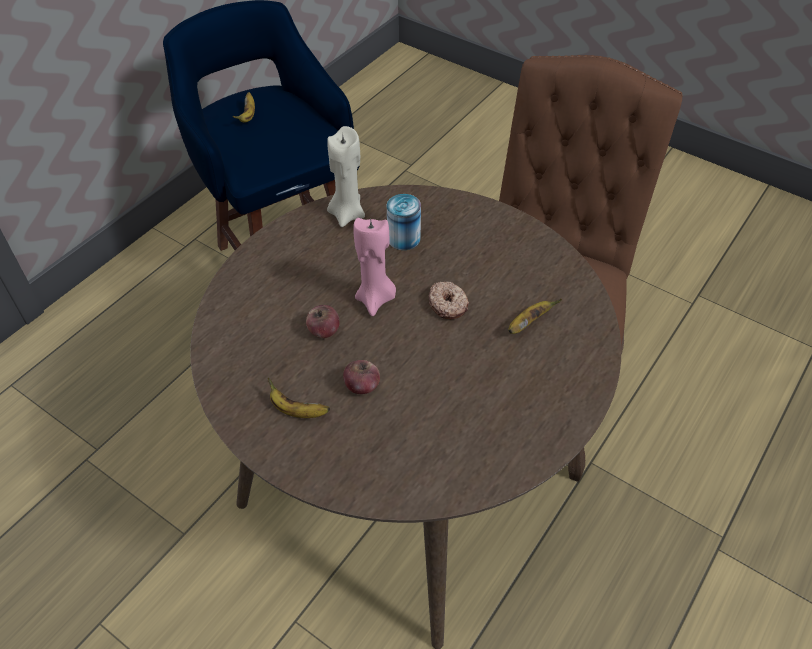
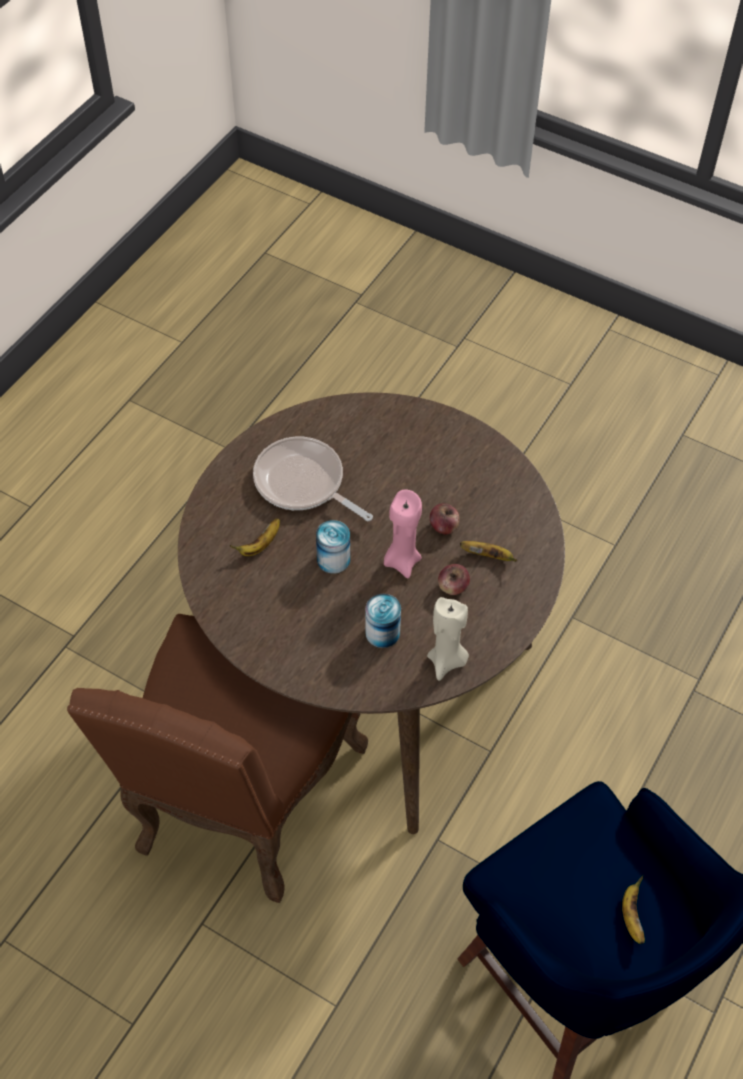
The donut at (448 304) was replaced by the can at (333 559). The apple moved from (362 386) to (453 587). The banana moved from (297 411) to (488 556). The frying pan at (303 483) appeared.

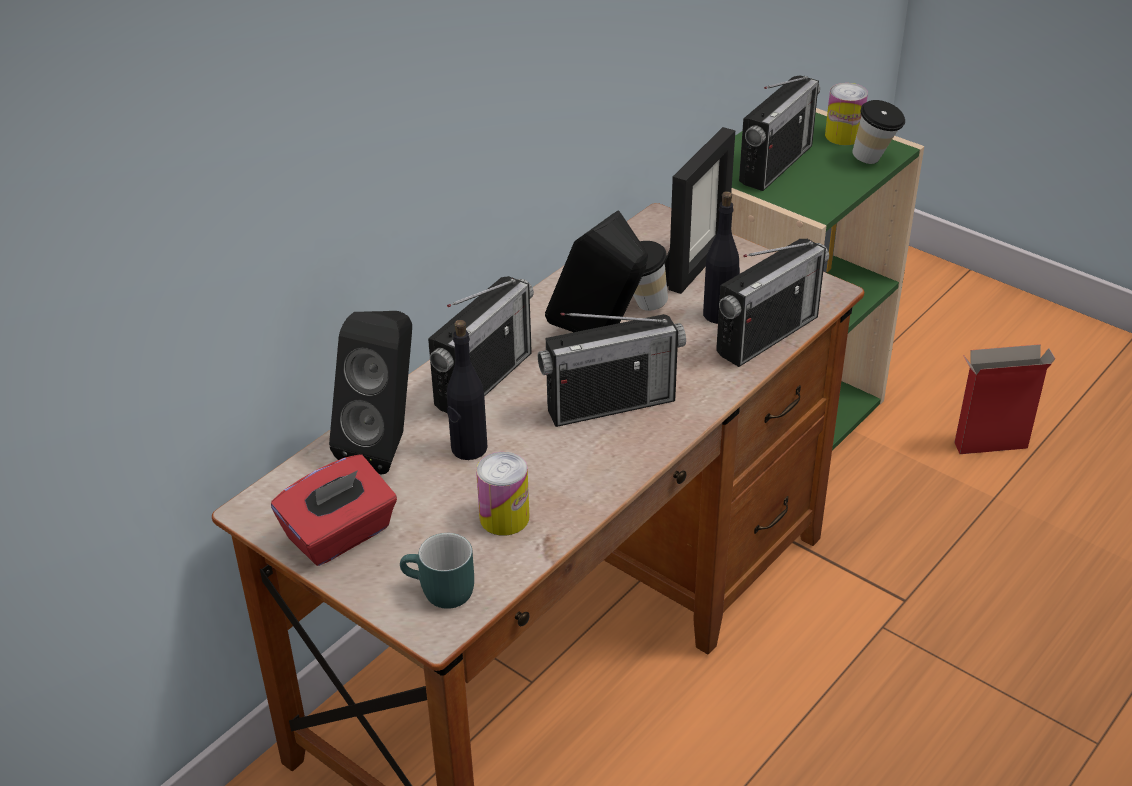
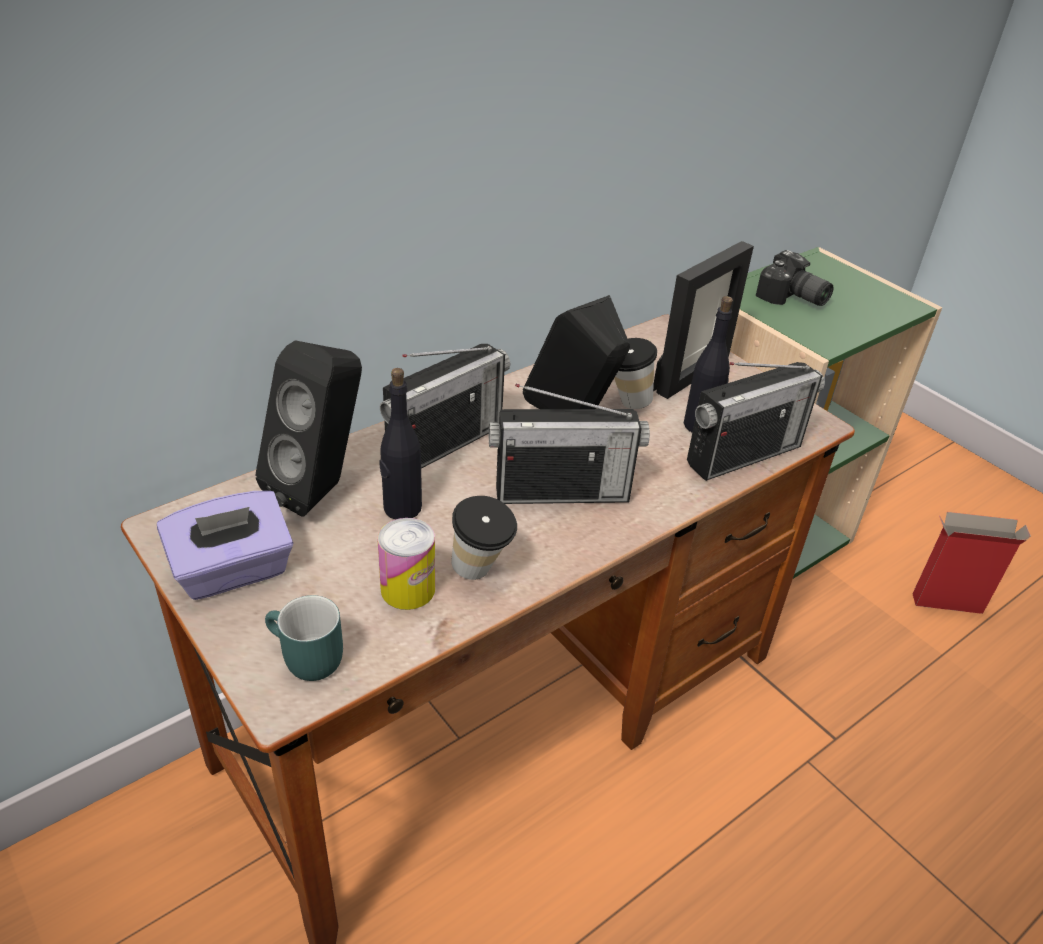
The radio at (776 164) was replaced by the photo camera at (792 299). The can at (843 136) disappeared. The cup moved from (875 160) to (481 573). The tissue box (red) at (340 535) became the tissue box (purple) at (233 571).

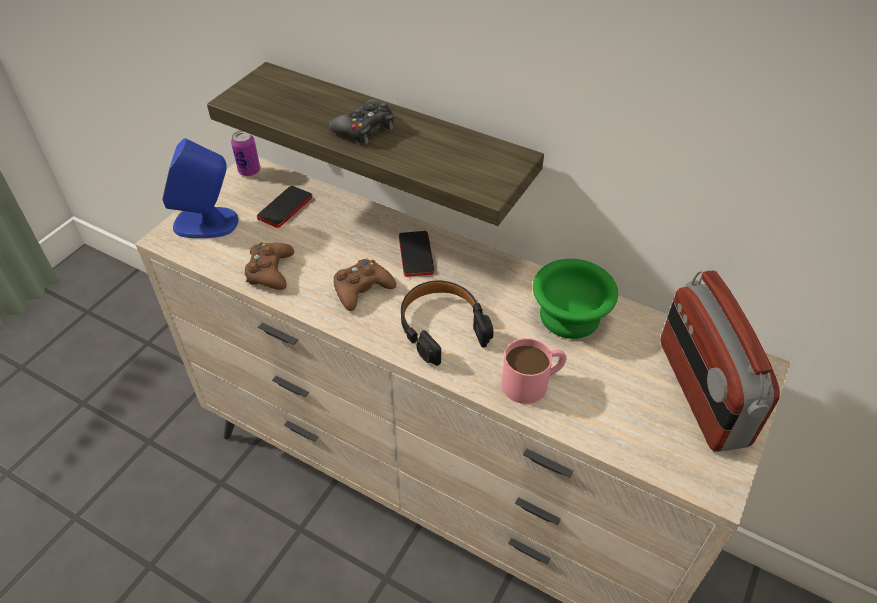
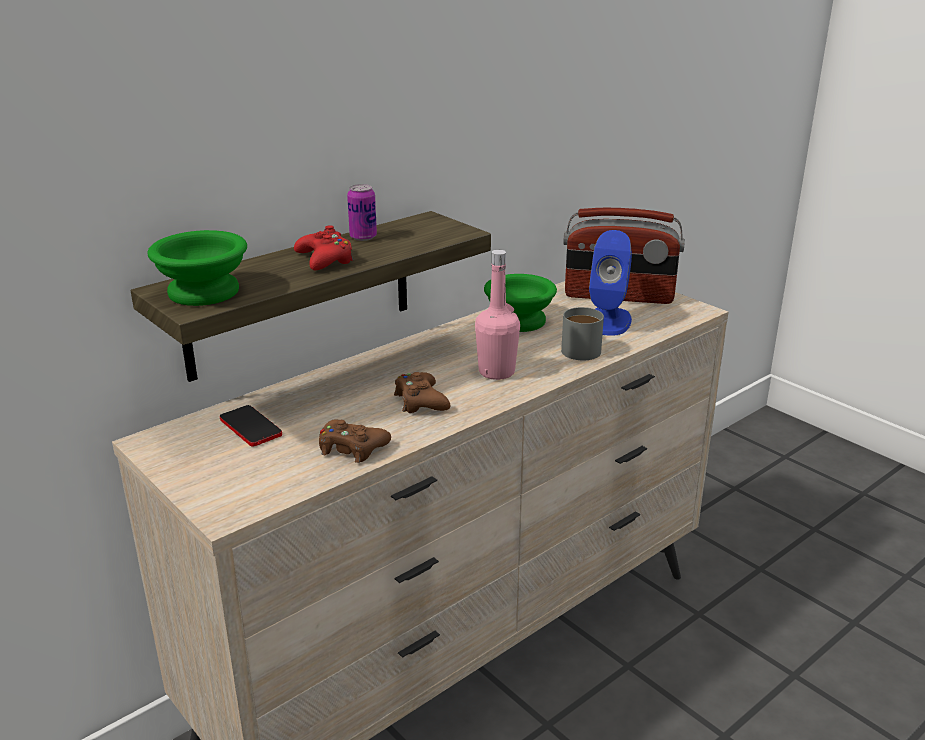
The game controller (black) at (365 128) became the game controller (red) at (325 260). The can moved from (249 171) to (363 237). The speaker (blue) moved from (207 223) to (608 321). The phone at (416 254) disappeared. The headphones (black) at (442 327) was replaced by the bottle (pink) at (496 372). The mug (pink) at (533 382) became the mug (grey) at (580 347). The bowl (green) at (201 293) appeared.

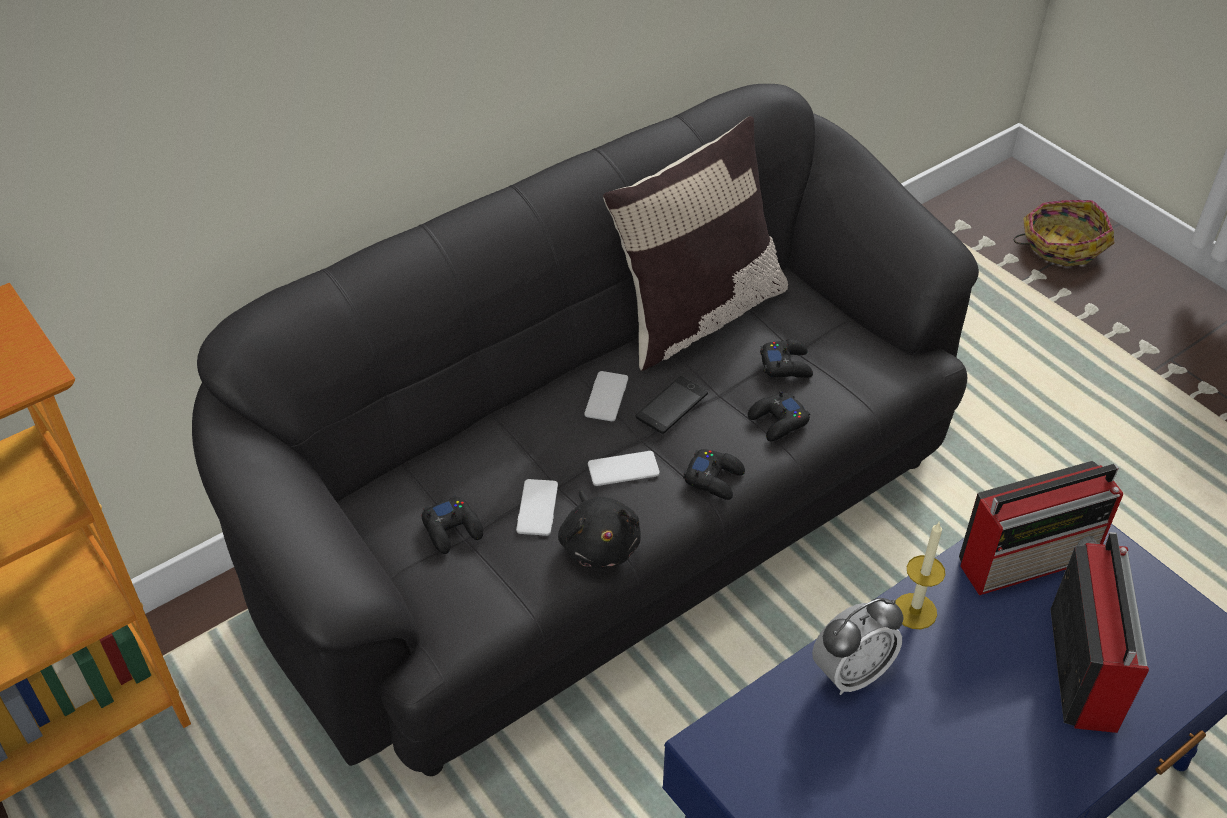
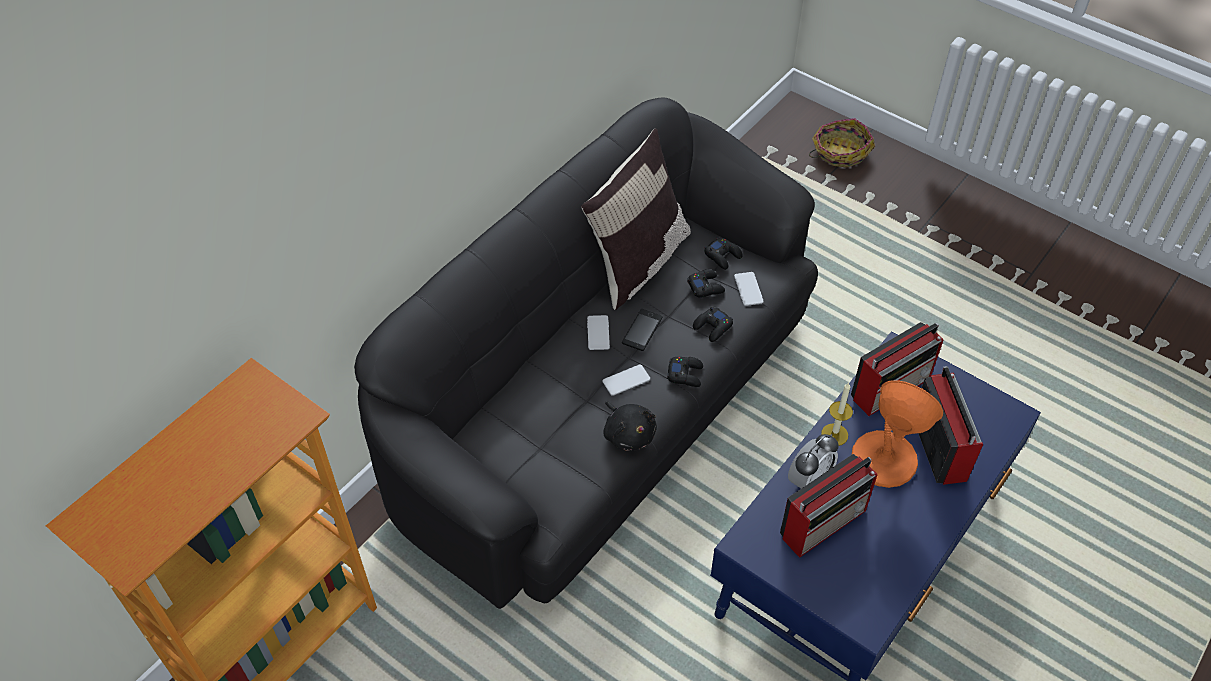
The phone moved from (537 508) to (748 289). The game controller (black) moved from (452 529) to (723 256). The table lamp (orange) at (883 459) appeared. The radio at (824 522) appeared.

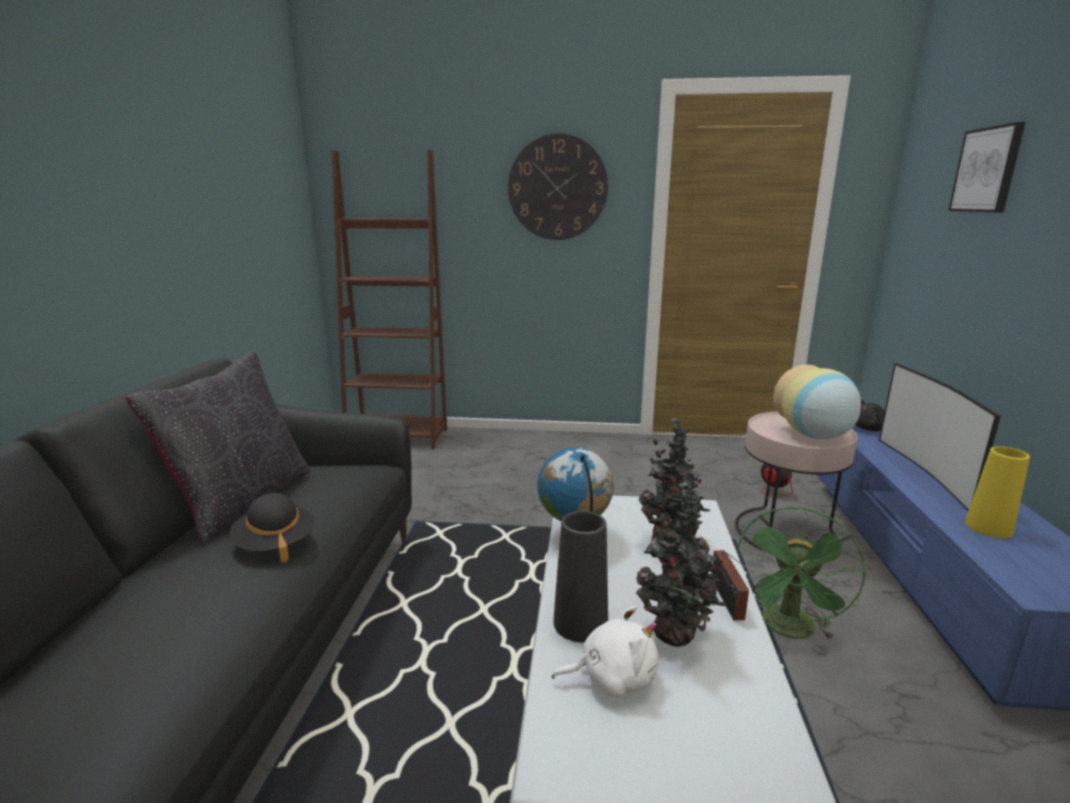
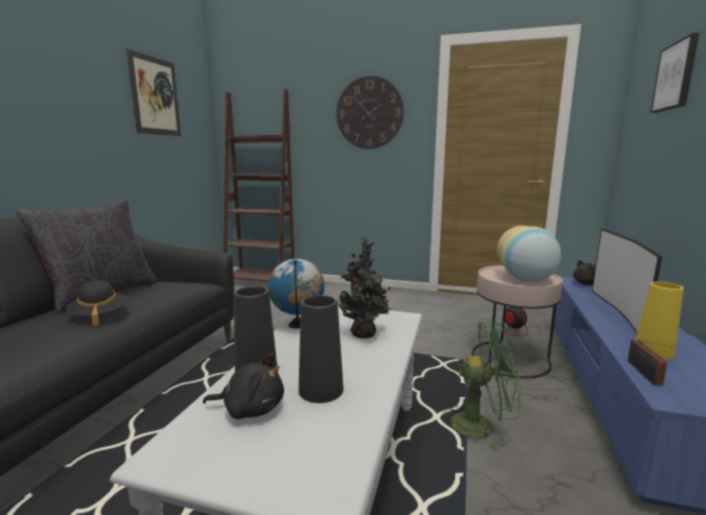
The potted plant at (677 637) was replaced by the vase (black) at (321 390). The fan (green) at (789 631) turned 120 degrees counterclockwise. The radio moved from (727 601) to (644 374). The plush toy (white) at (612 677) became the plush toy (black) at (250 408). The picture at (155 96) appeared.

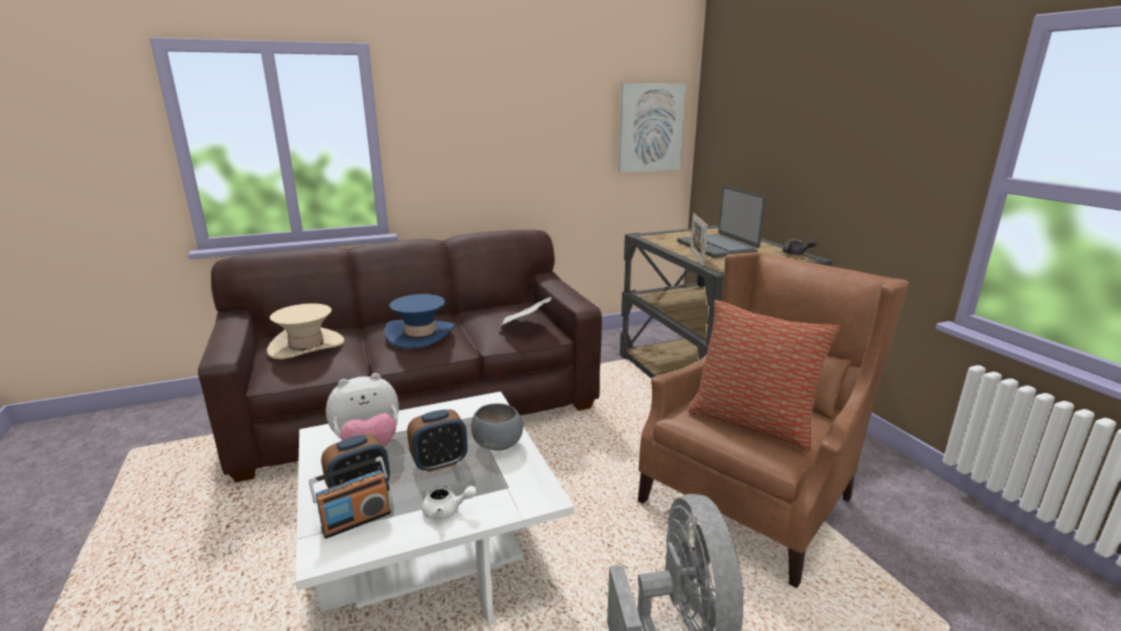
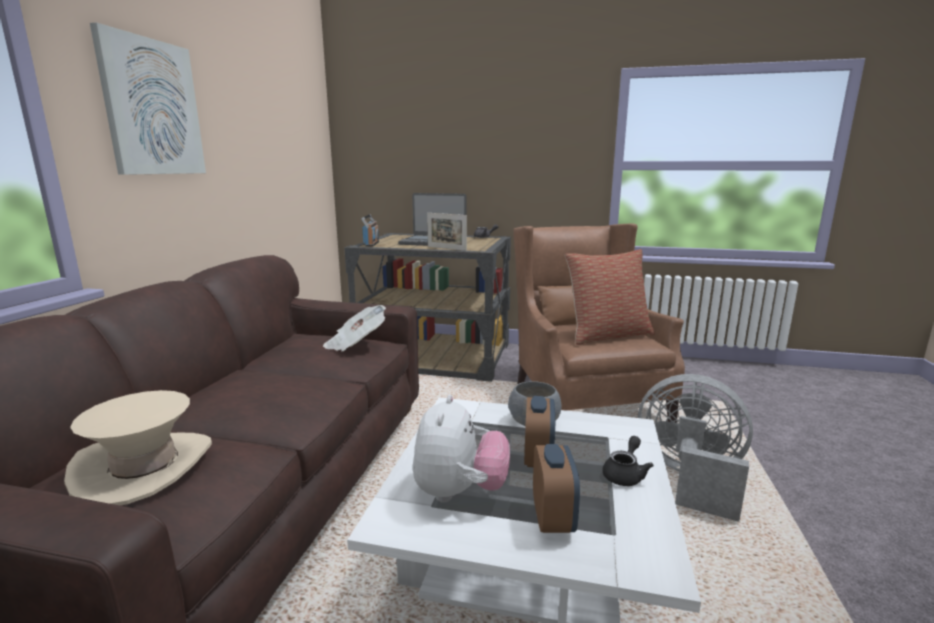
The picture moved from (650 128) to (152 108). The hat (blue) at (420 334) disappeared. The radio moved from (356 520) to (371 244). The teapot (white) at (447 511) became the teapot (black) at (625 474).

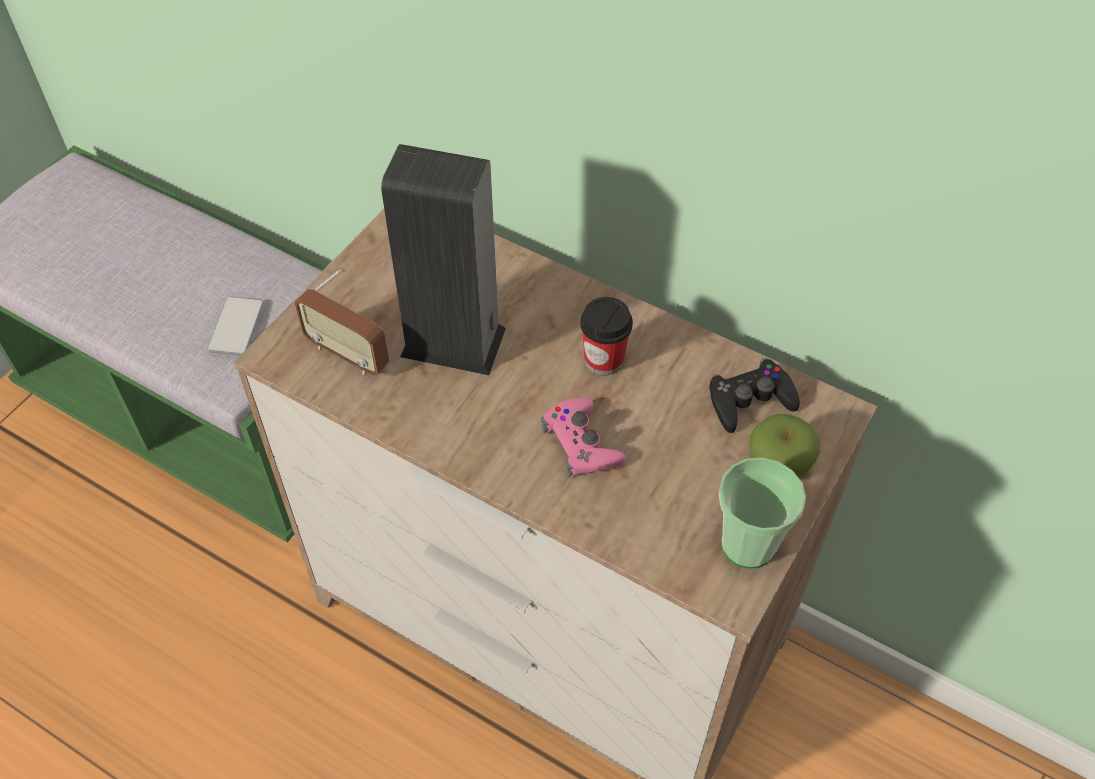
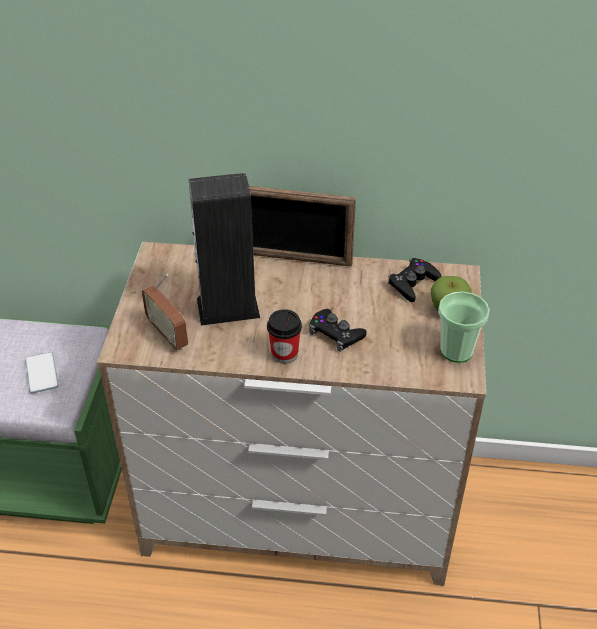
The radio at (348 355) turned 45 degrees clockwise. The cup moved from (604 360) to (284 354). The game controller (pink) at (581 443) became the game controller (black) at (335 334). The picture frame at (295 259) appeared.

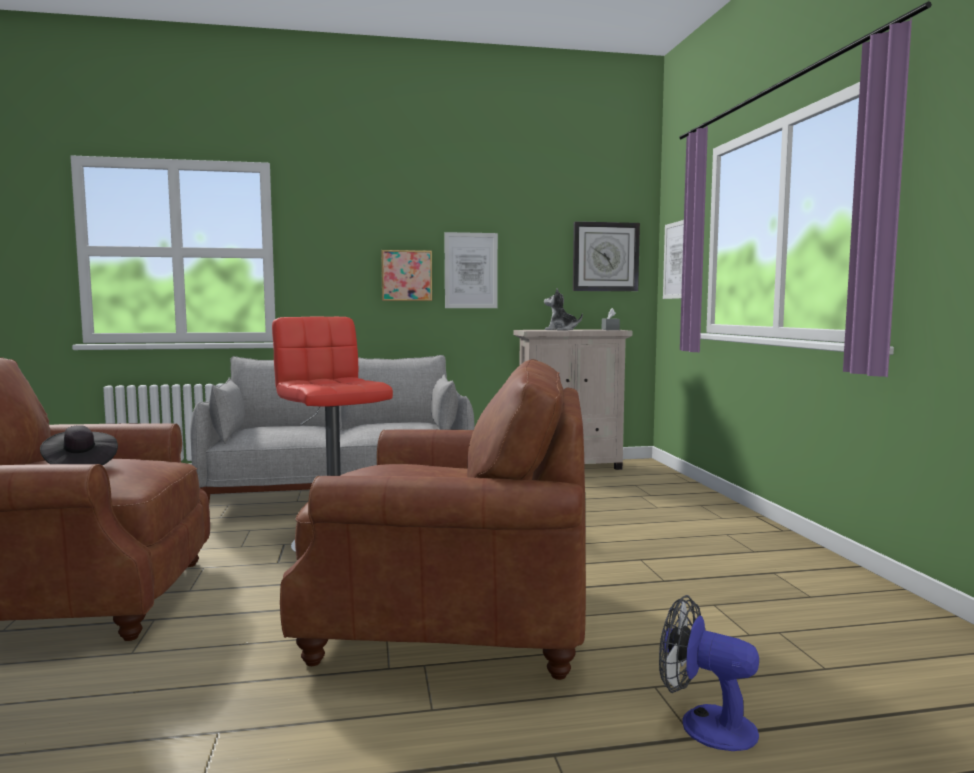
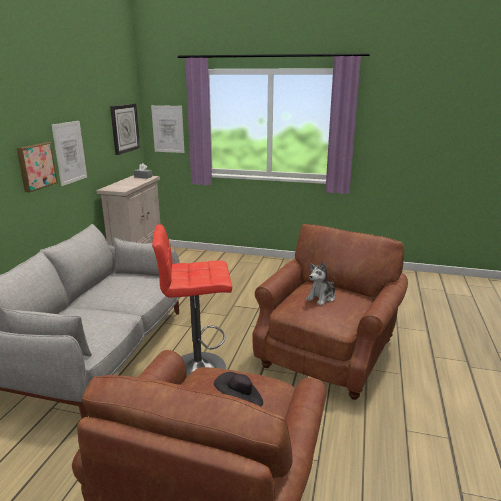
The plush toy moved from (561 330) to (321 298). The fan at (705 724) disappeared.

